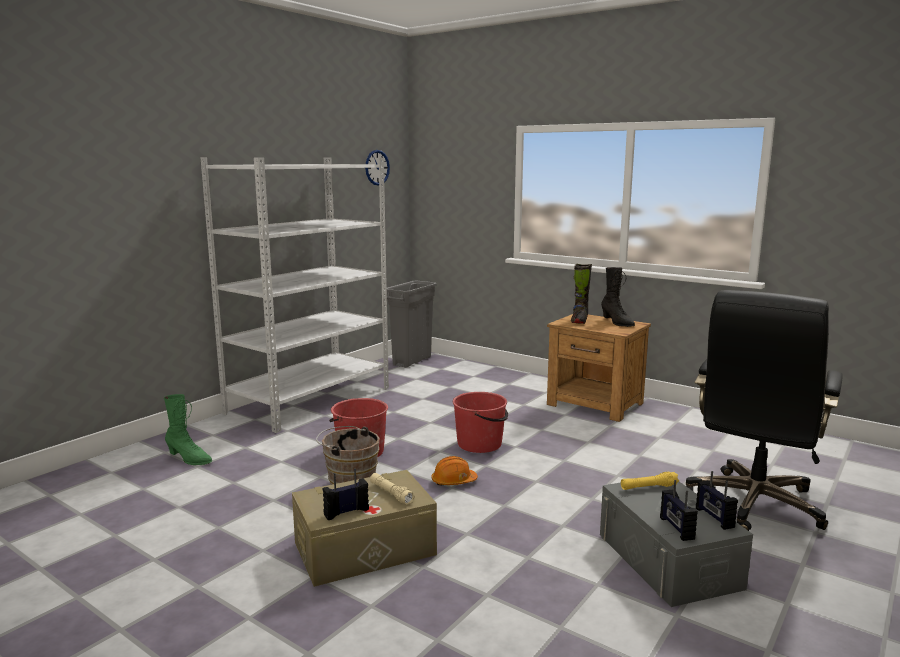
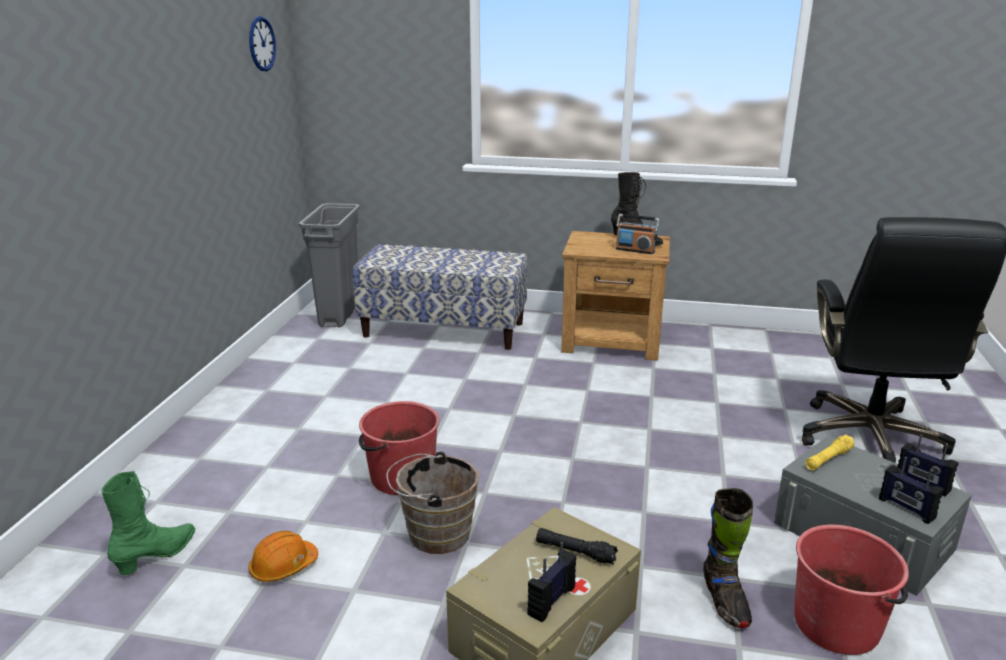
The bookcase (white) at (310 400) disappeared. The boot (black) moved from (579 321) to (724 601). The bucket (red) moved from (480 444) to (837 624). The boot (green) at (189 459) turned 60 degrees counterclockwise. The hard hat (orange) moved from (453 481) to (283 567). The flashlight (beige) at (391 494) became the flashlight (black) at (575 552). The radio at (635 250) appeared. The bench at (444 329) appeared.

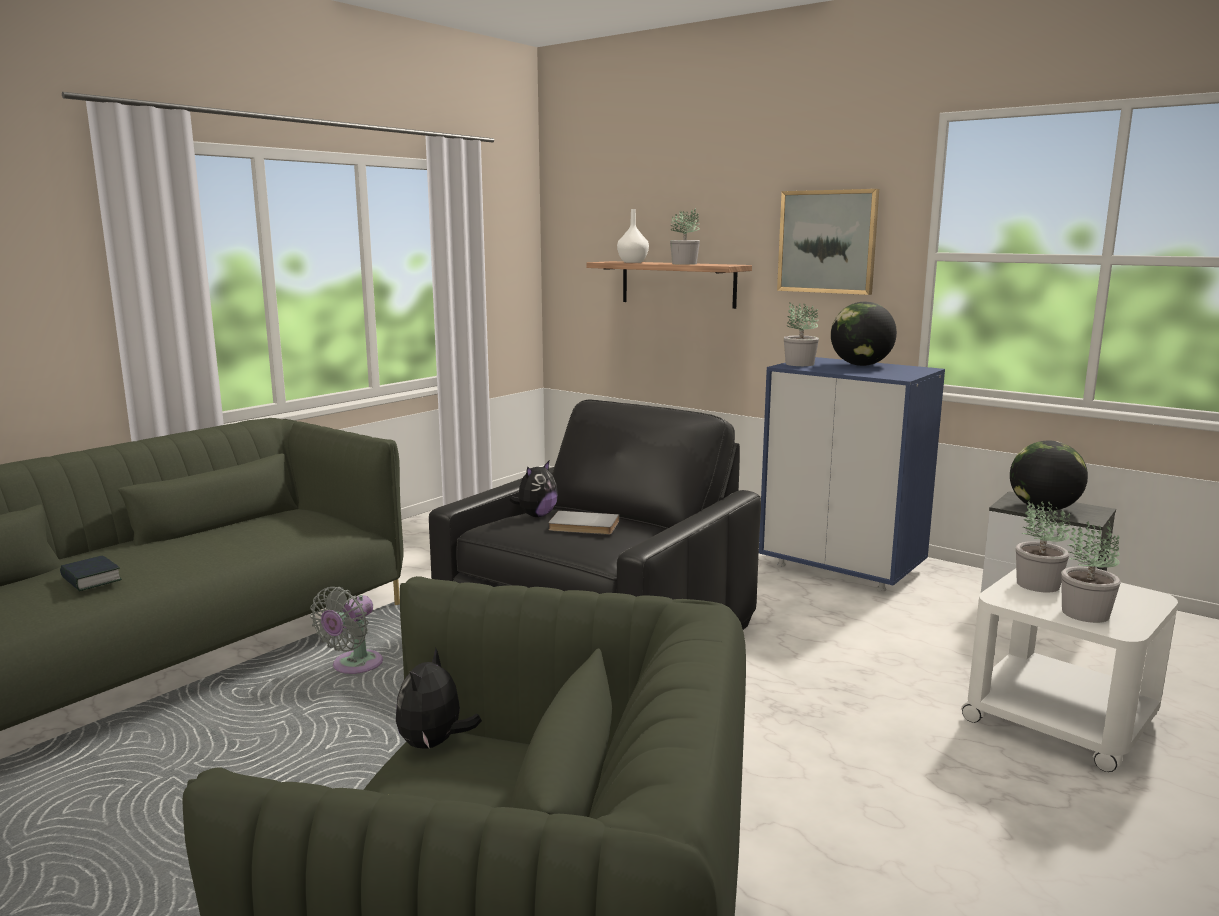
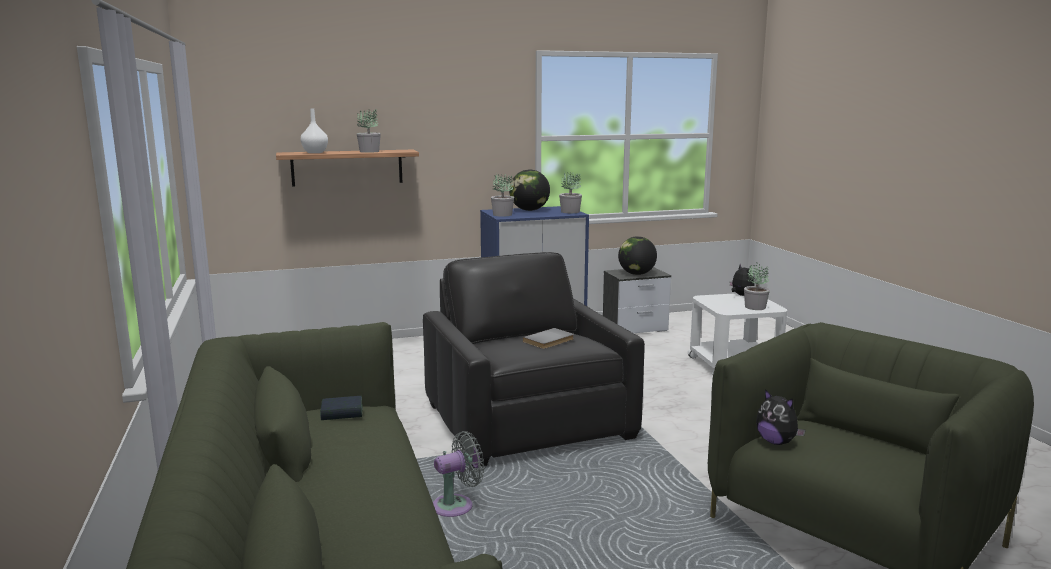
The picture at (827 241) disappeared. The plush toy moved from (536 515) to (740 295). The potted plant moved from (1037 585) to (570 212). The book moved from (91 579) to (342 413). The fan (grey) at (353 666) turned 90 degrees counterclockwise.

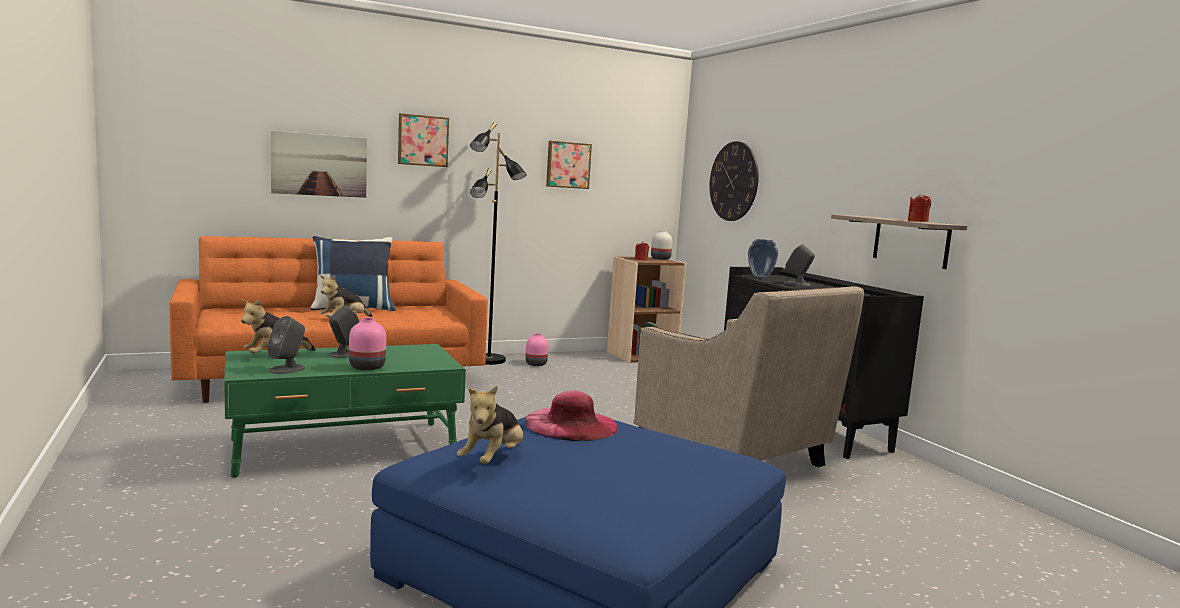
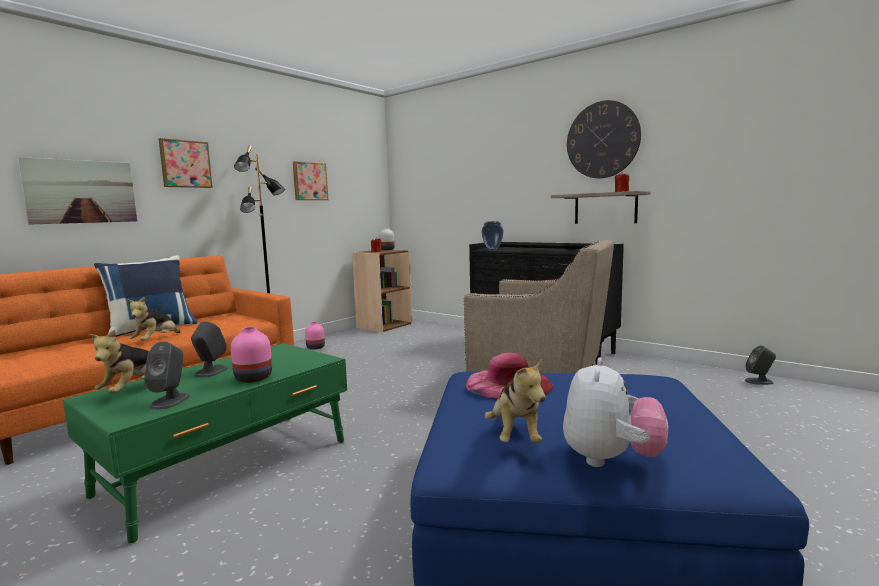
The wall clock moved from (733 181) to (602 140). The speaker (grey) moved from (797 284) to (759 381). The plush toy at (610 460) appeared.

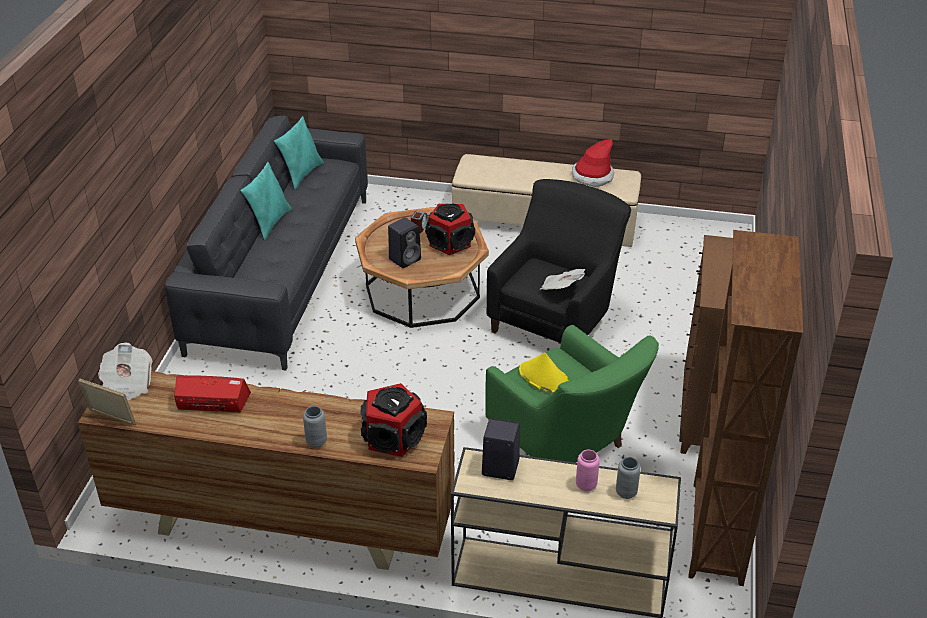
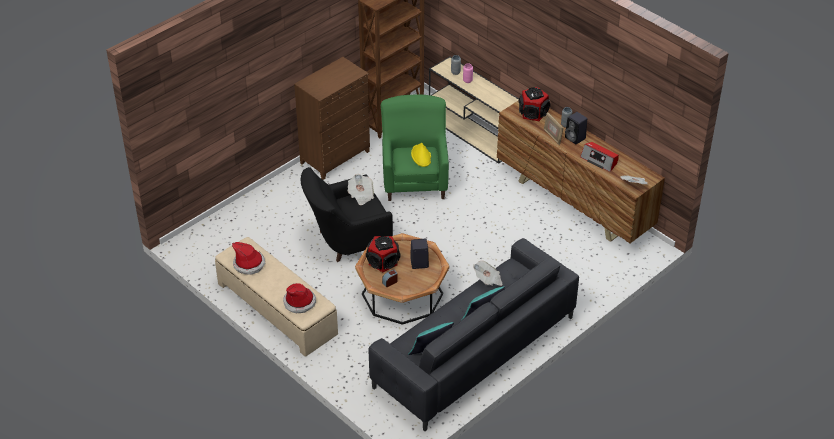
The picture frame moved from (111 418) to (552 137). The speaker (black) moved from (499 468) to (575 138). The newspaper at (488 280) appeared. The hat at (299 302) appeared.

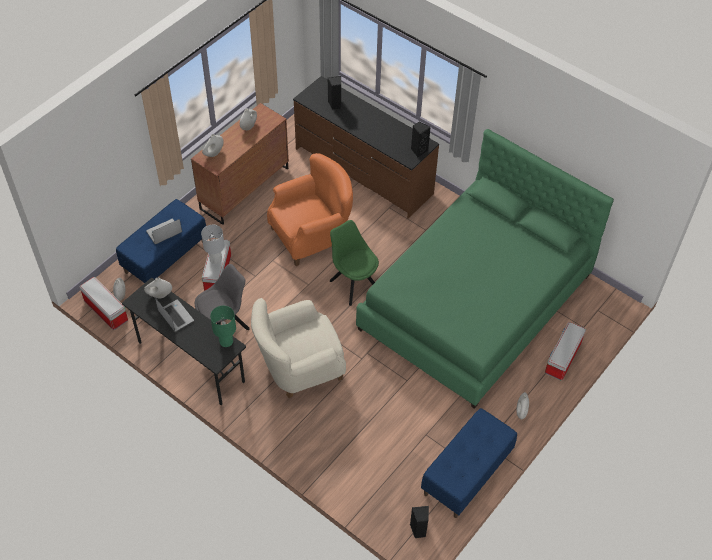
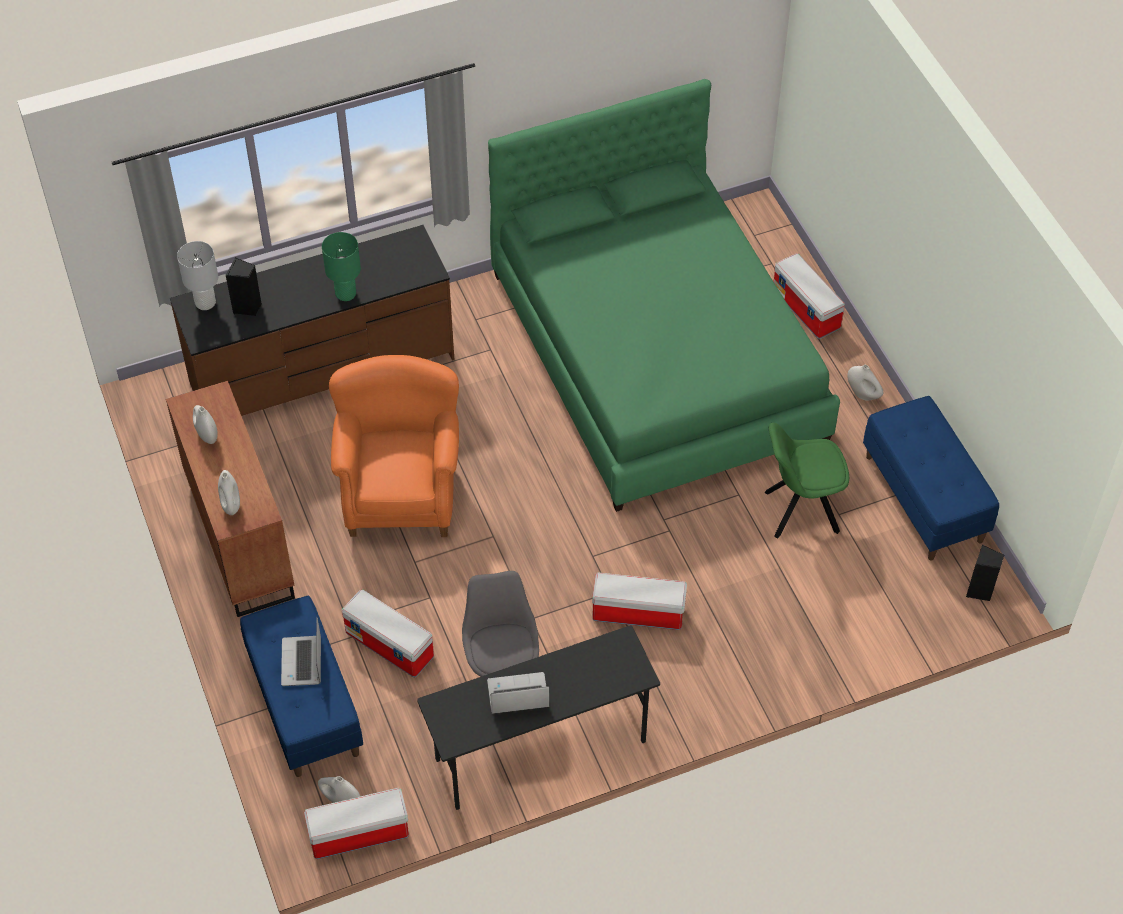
The speaker (black) at (418 151) disappeared. The chair (green) moved from (353 284) to (800 511). The table lamp (grey) moved from (215 260) to (205 304). The vase (white) at (159 295) disappeared. The armchair (beige) at (299 367) was replaced by the storage box at (637 613). The table lamp (green) moved from (226 342) to (345 295).

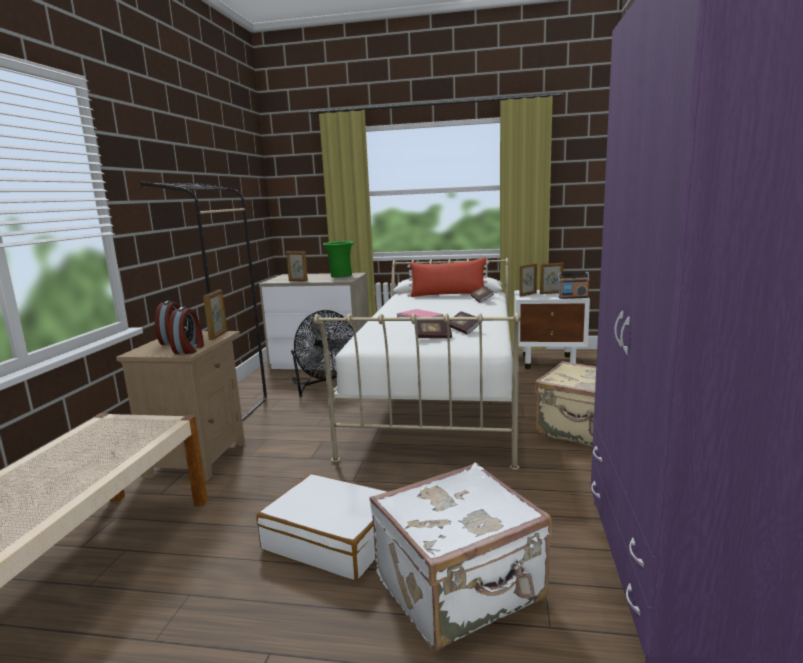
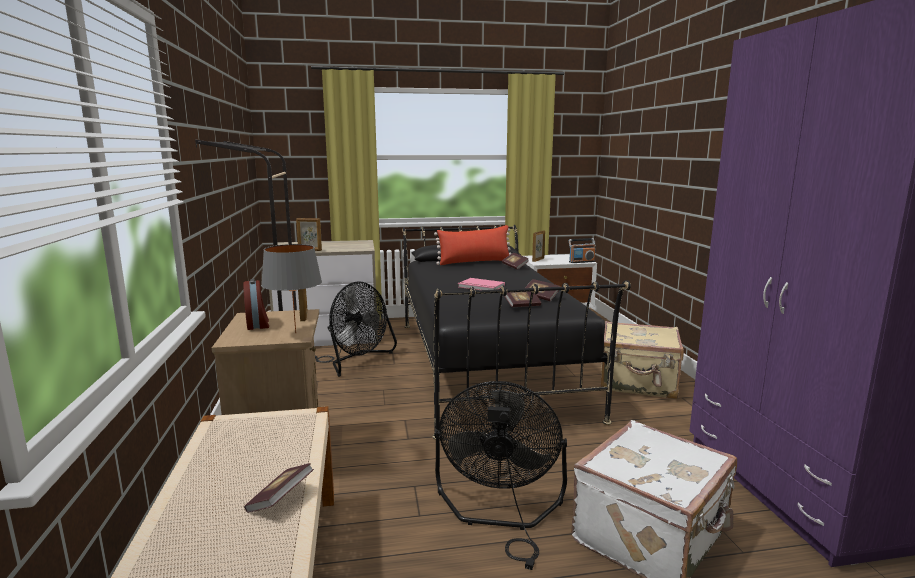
The vase (green) at (341 276) disappeared. The bed (white) at (439 399) became the bed (black) at (485 366). The picture frame at (551 293) disappeared. The alarm clock at (189 349) was replaced by the table lamp (grey) at (295 333). The suitcase (white) at (333 539) was replaced by the fan (black) at (502 514). The book at (280 499) appeared.

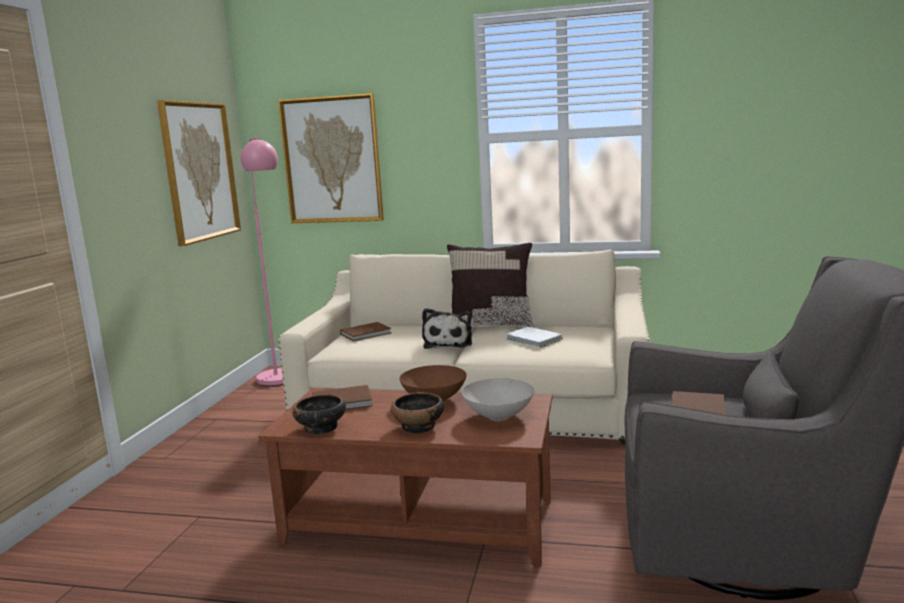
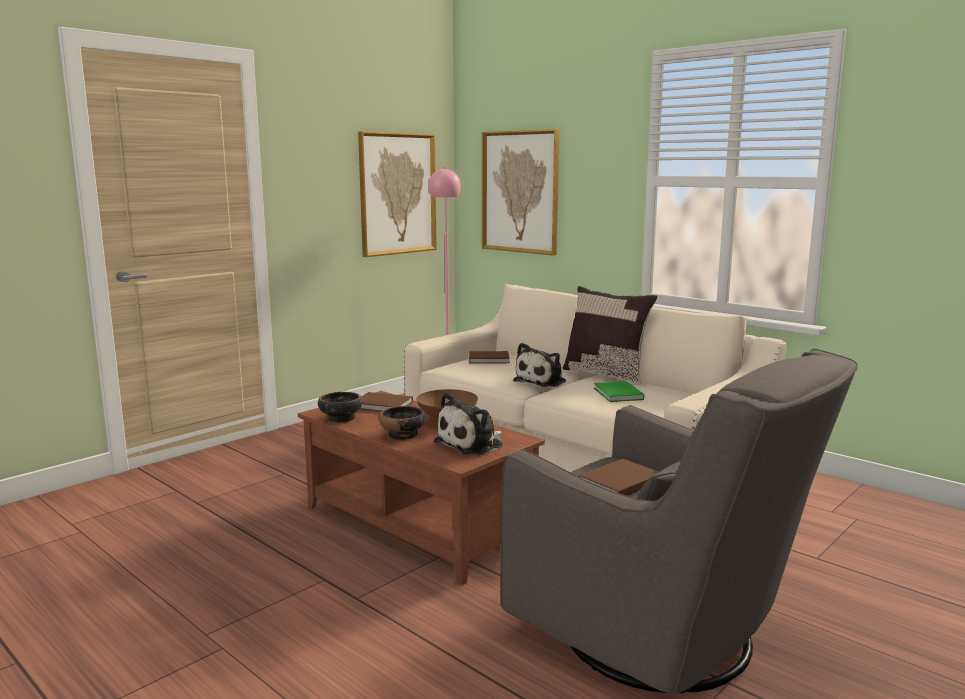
The book (white) at (534 340) became the book (green) at (618 394). The bowl (white) at (500 416) was replaced by the plush toy at (472 443).

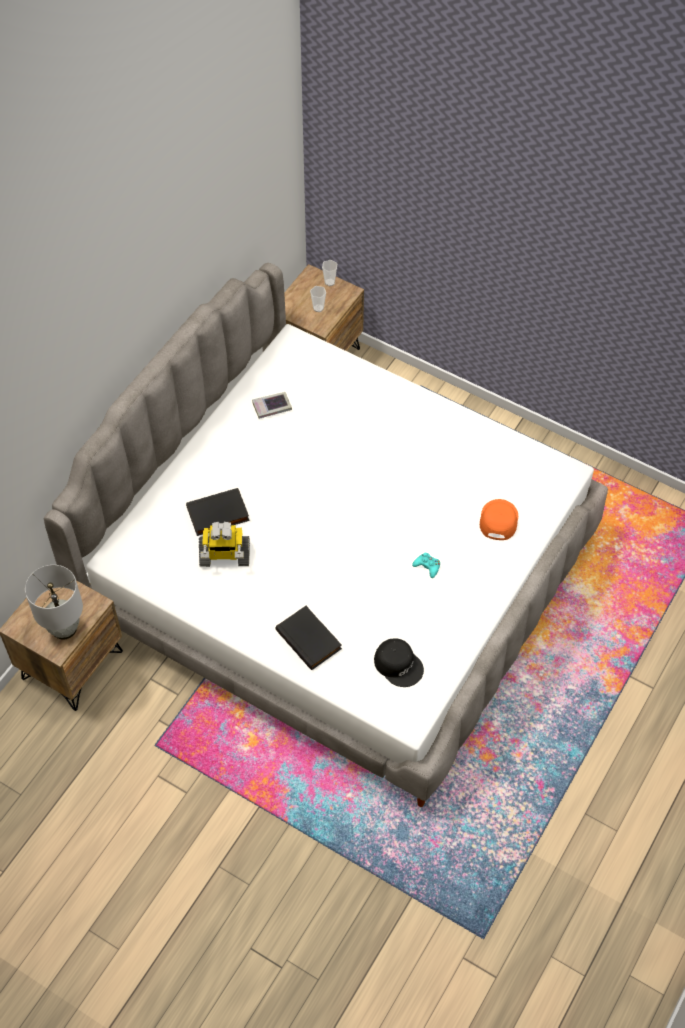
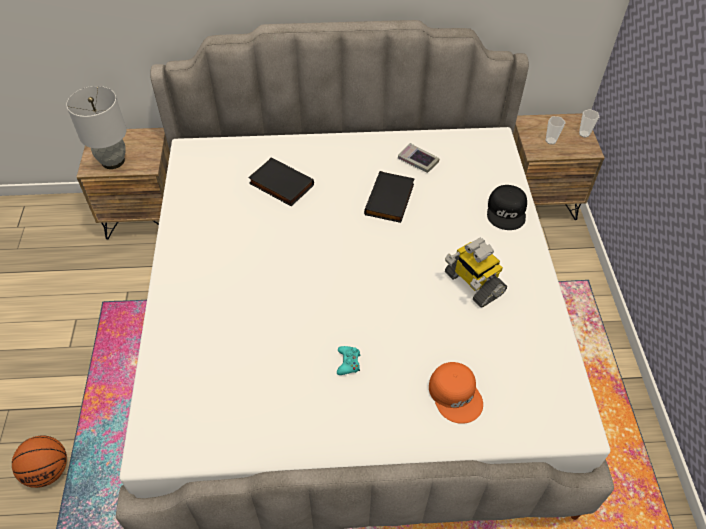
The cap (orange) at (498 520) turned 90 degrees clockwise. The toy robot moved from (224 556) to (473 283). The book (black) moved from (310 639) to (391 200). The cap (black) moved from (399 664) to (507 211). The basketball at (48 470) appeared.

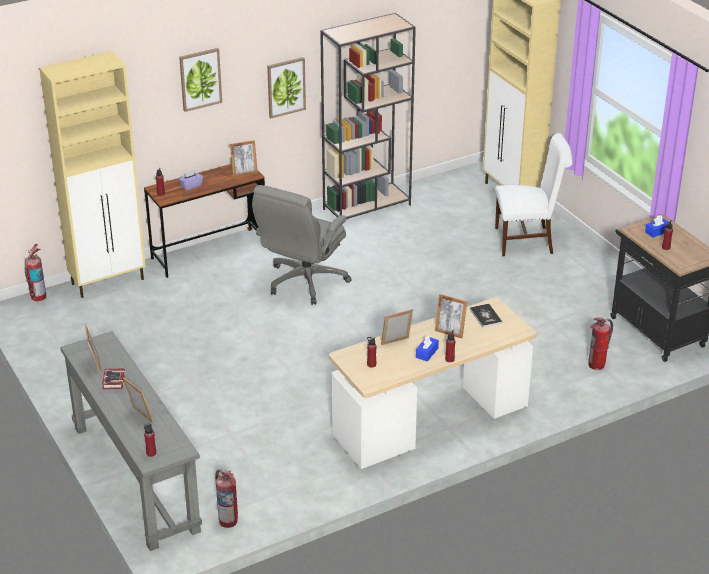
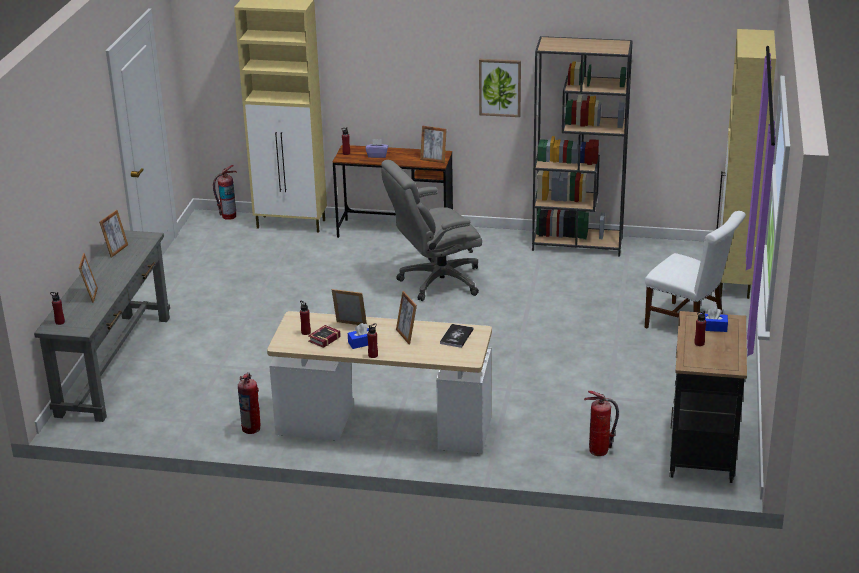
The picture at (200 79) disappeared. The book moved from (113 382) to (323 339). The fire extinguisher moved from (228 520) to (251 428).

